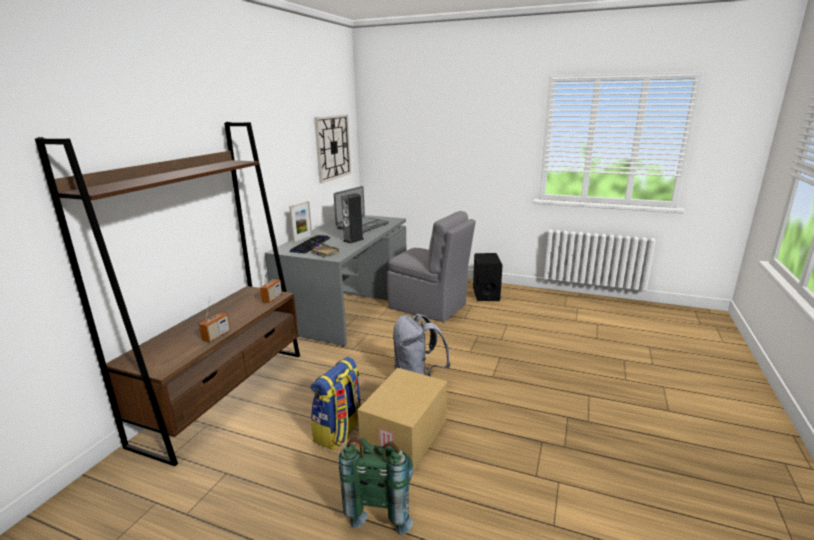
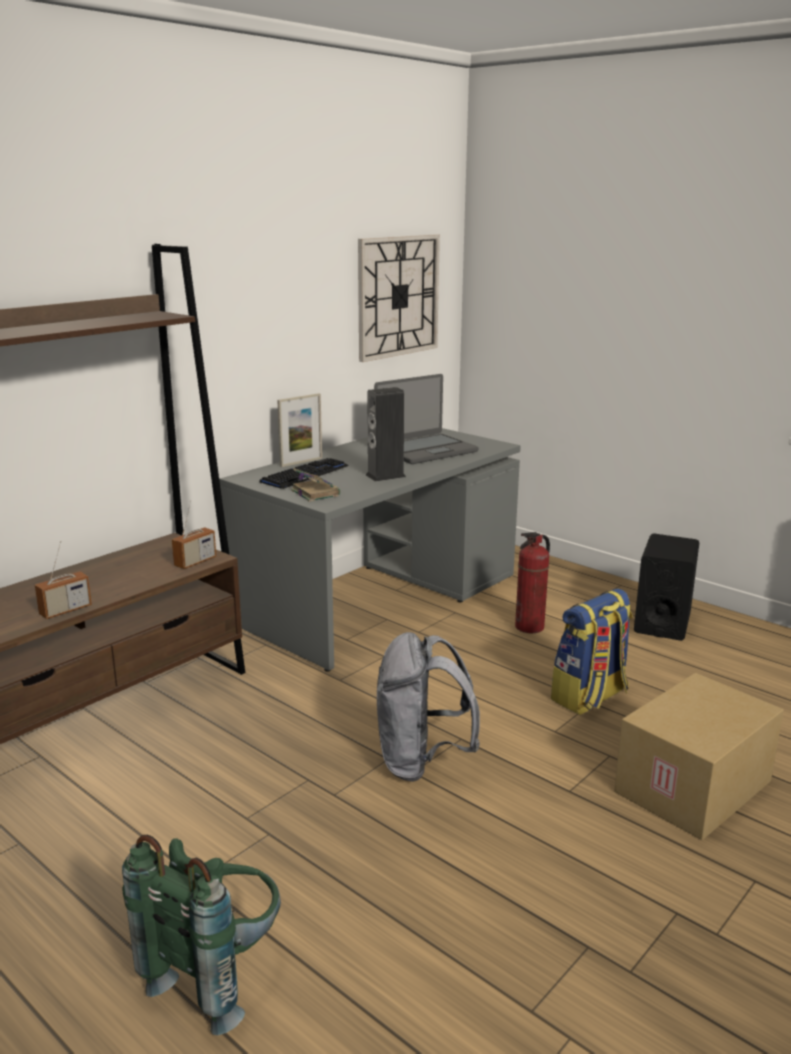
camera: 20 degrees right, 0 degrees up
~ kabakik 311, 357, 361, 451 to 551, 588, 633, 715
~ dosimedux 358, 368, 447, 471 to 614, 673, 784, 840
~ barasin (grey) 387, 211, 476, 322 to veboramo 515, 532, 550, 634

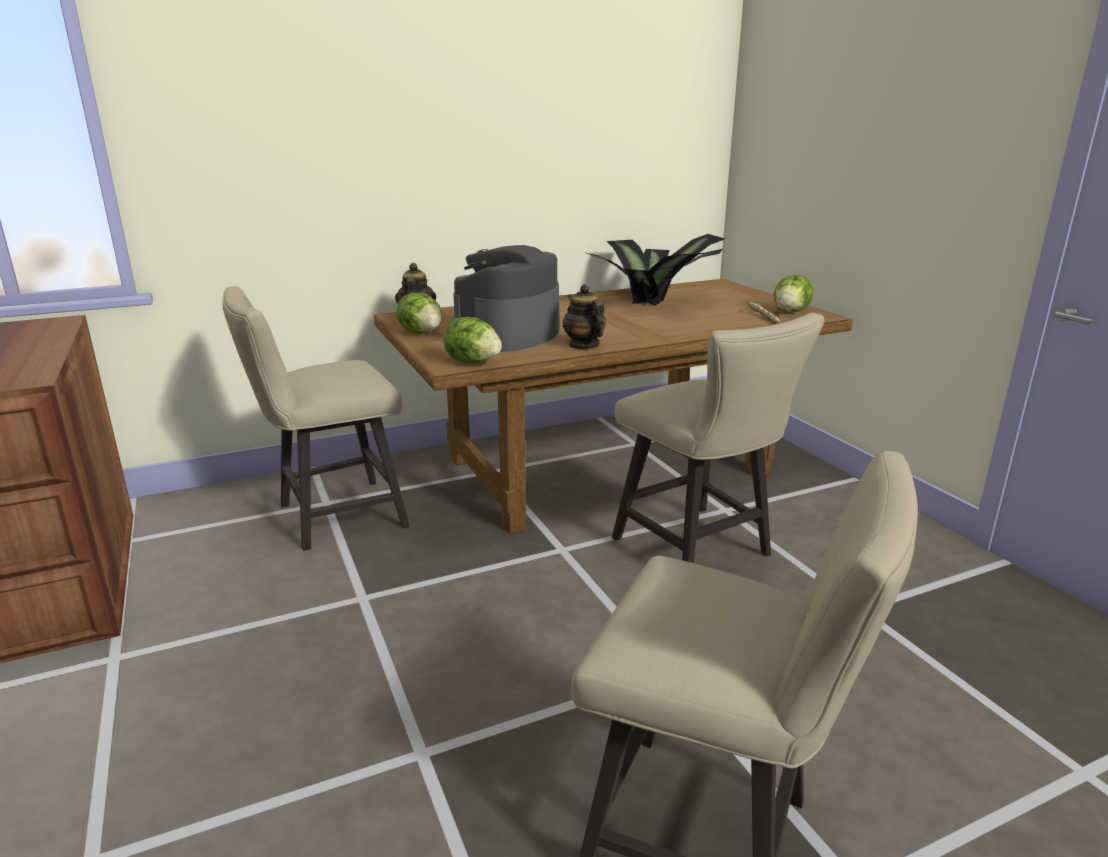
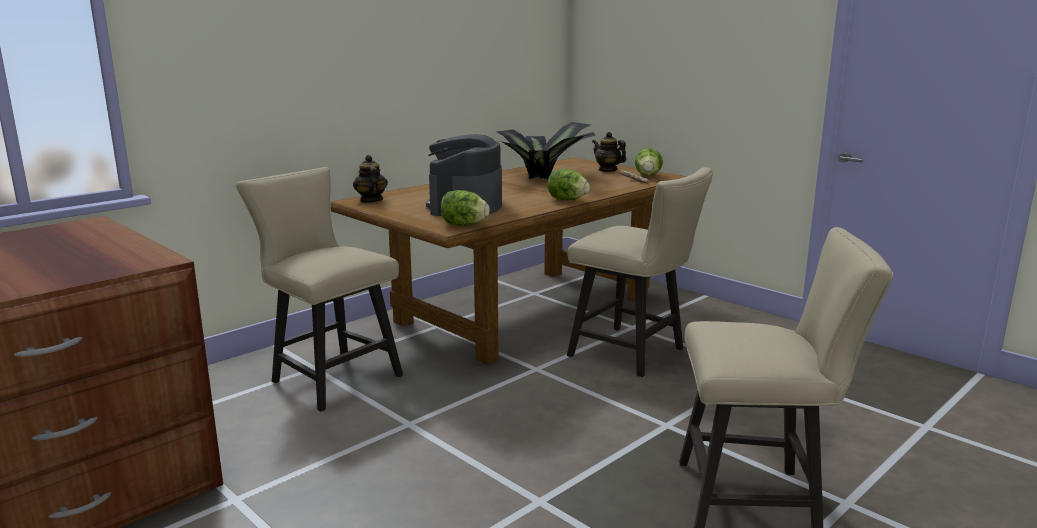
camera: 20 degrees left, 5 degrees down
~ barasin (beige) 222, 286, 410, 551 = 236, 167, 403, 411 90 degrees clockwise
~ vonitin 397, 293, 442, 334 to 548, 169, 590, 200
~ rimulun 563, 284, 606, 349 to 592, 132, 626, 172

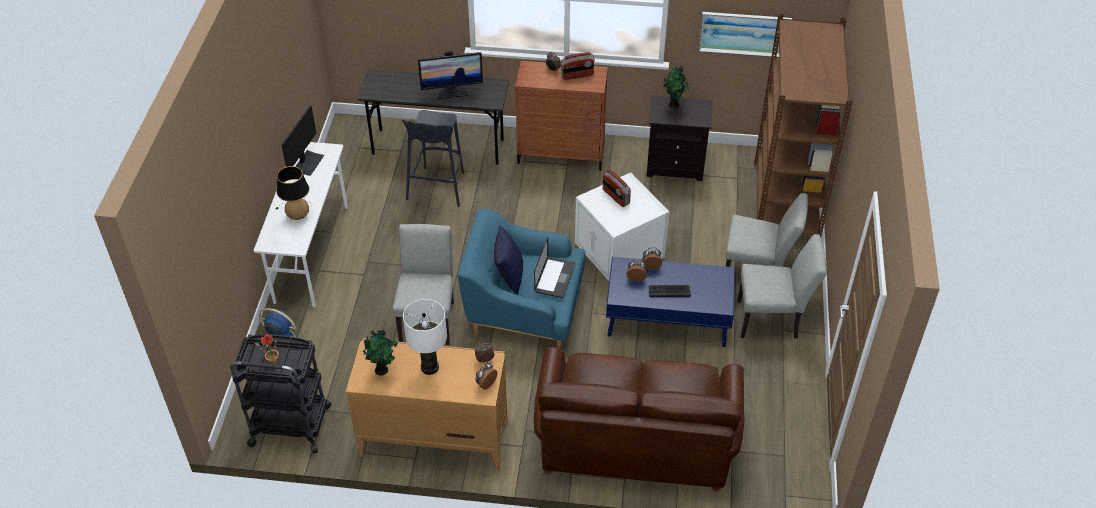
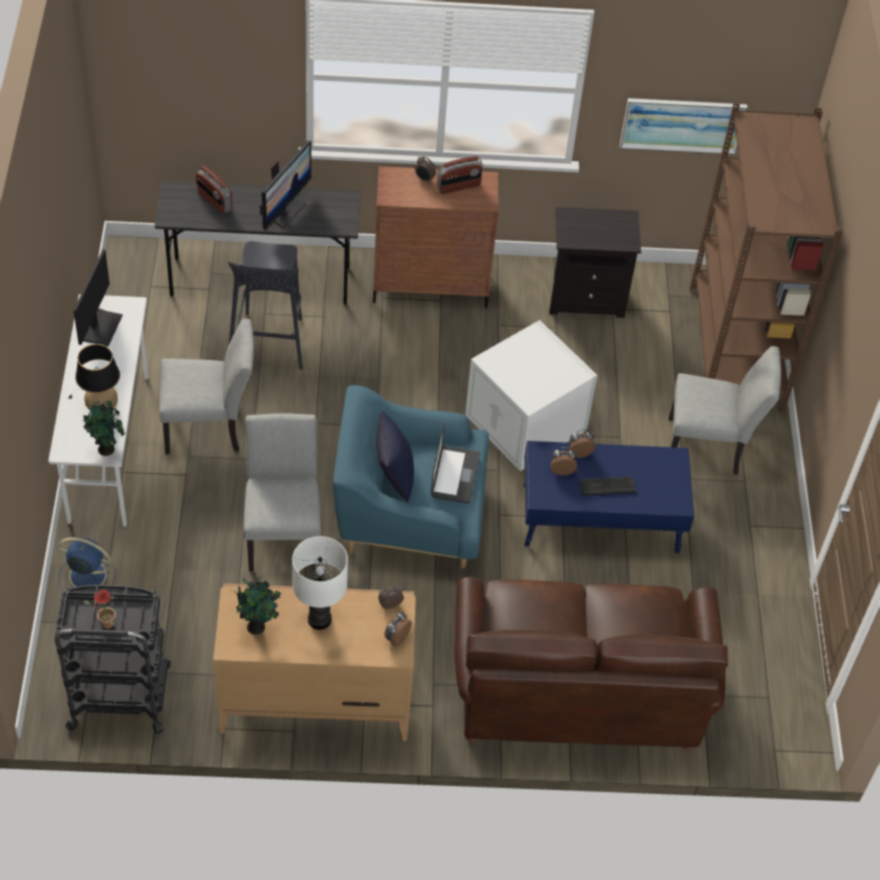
camera: 10 degrees left, 5 degrees up
~ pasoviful 418, 51, 483, 99 = 260, 140, 311, 230 45 degrees counterclockwise
~ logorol 603, 169, 631, 207 to 196, 166, 232, 214
~ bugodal 663, 66, 691, 109 to 83, 401, 125, 456
~ barasin (grey) 737, 234, 826, 339 to 159, 319, 254, 454

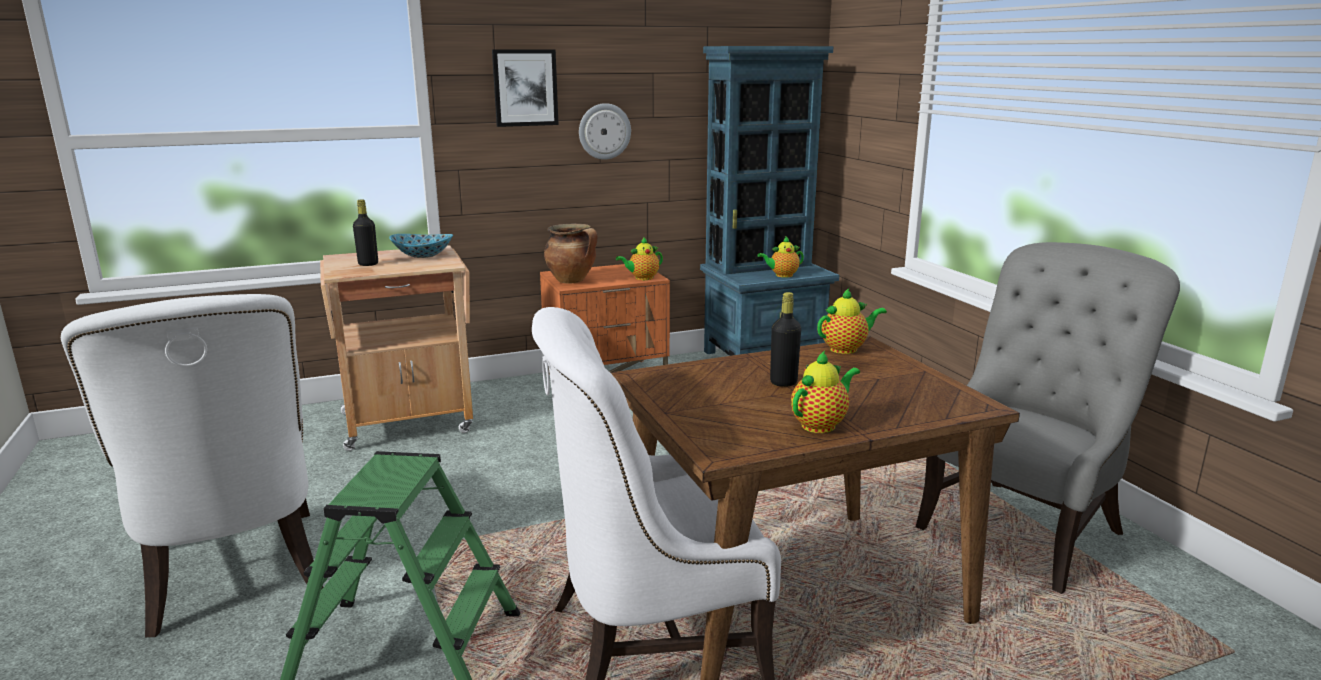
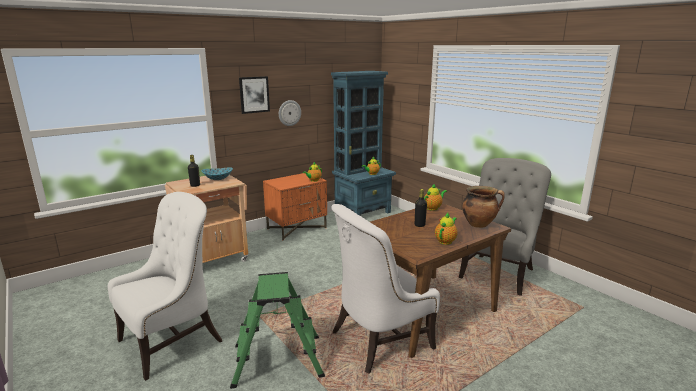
camera: 15 degrees left, 0 degrees up
~ barasin (white) 61, 294, 323, 637 = 108, 192, 222, 381 90 degrees counterclockwise
~ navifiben 544, 224, 597, 283 to 462, 186, 505, 228

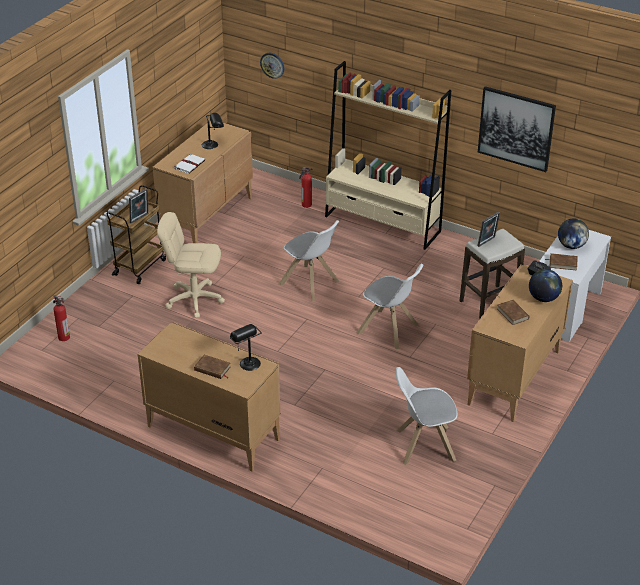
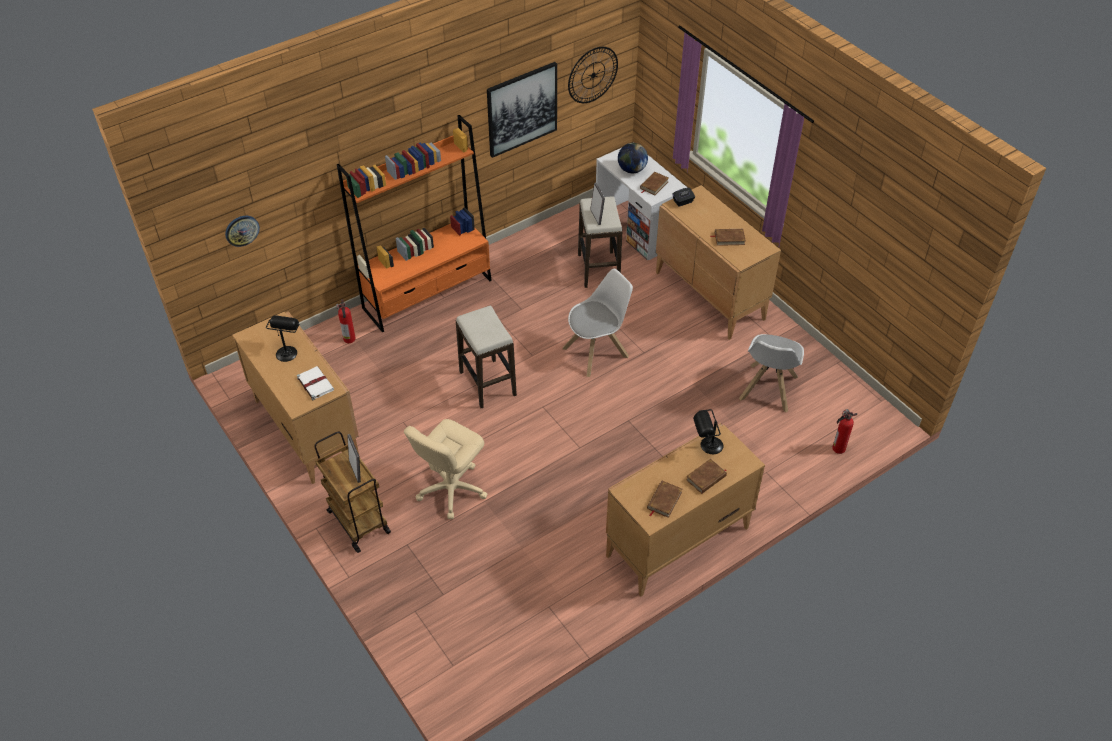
camera: 65 degrees left, 10 degrees up
~ veboramo 53, 295, 70, 341 to 832, 409, 857, 454
~ barasin 279, 220, 339, 301 to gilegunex 456, 306, 517, 408
~ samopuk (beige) 325, 61, 451, 250 to samopuk (orange) 337, 115, 492, 333
- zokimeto 529, 269, 562, 302
+ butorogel 568, 47, 618, 103
+ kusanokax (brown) 647, 481, 682, 518

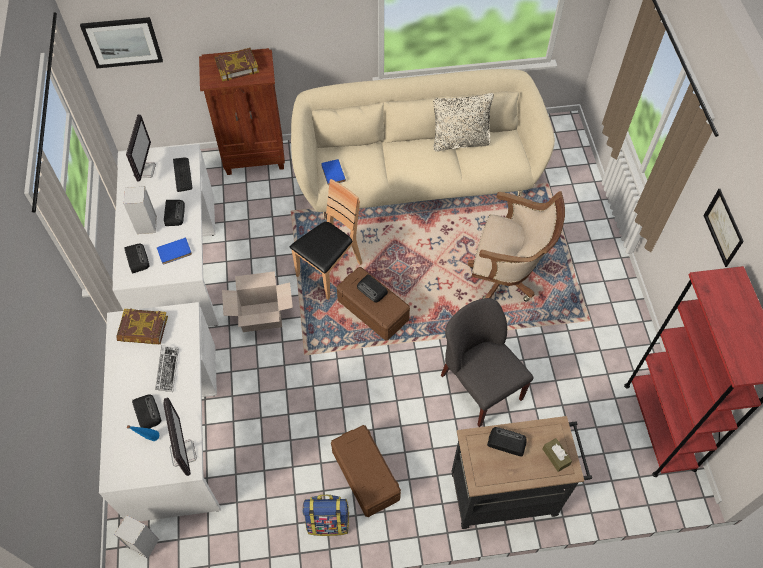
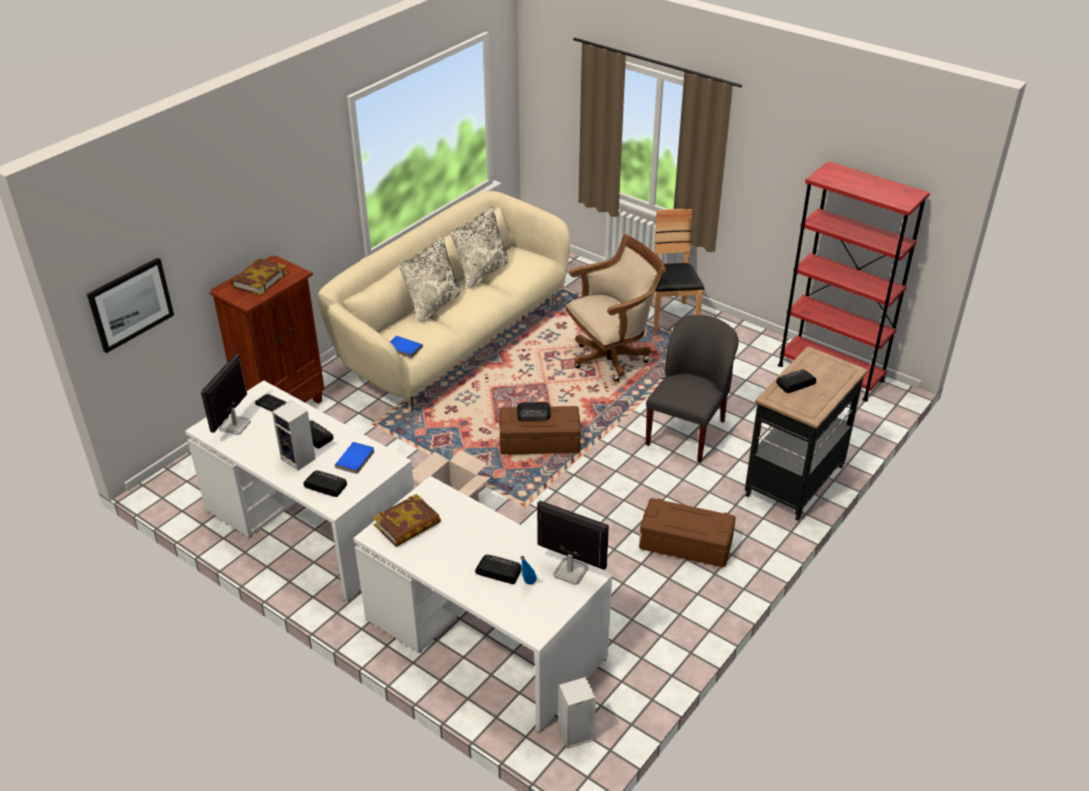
camera: 45 degrees left, 20 degrees down
~ pasoviful 126, 114, 156, 181 = 201, 354, 251, 435 120 degrees counterclockwise
- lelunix 155, 345, 179, 392
~ barasin (brown) 290, 179, 362, 300 to 650, 209, 705, 336
- kabakik 302, 495, 349, 536
~ barasin (grey) 441, 298, 533, 427 = 646, 315, 739, 463 105 degrees clockwise
- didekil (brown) 542, 438, 572, 472
- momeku 703, 189, 744, 267
+ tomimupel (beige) 399, 237, 461, 323

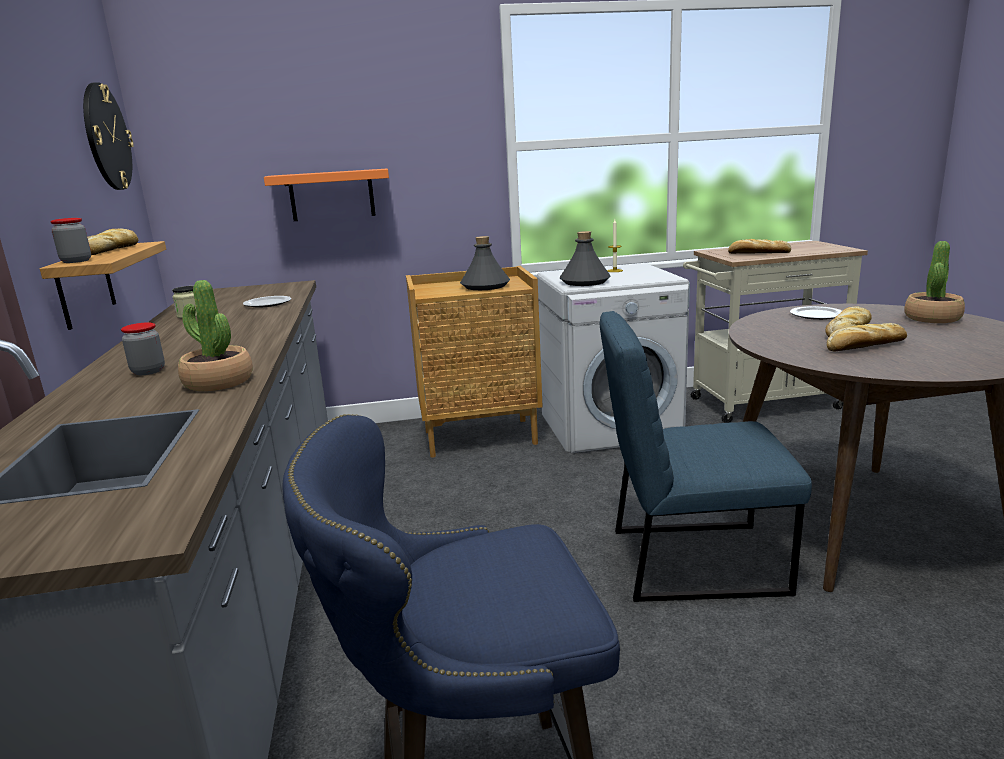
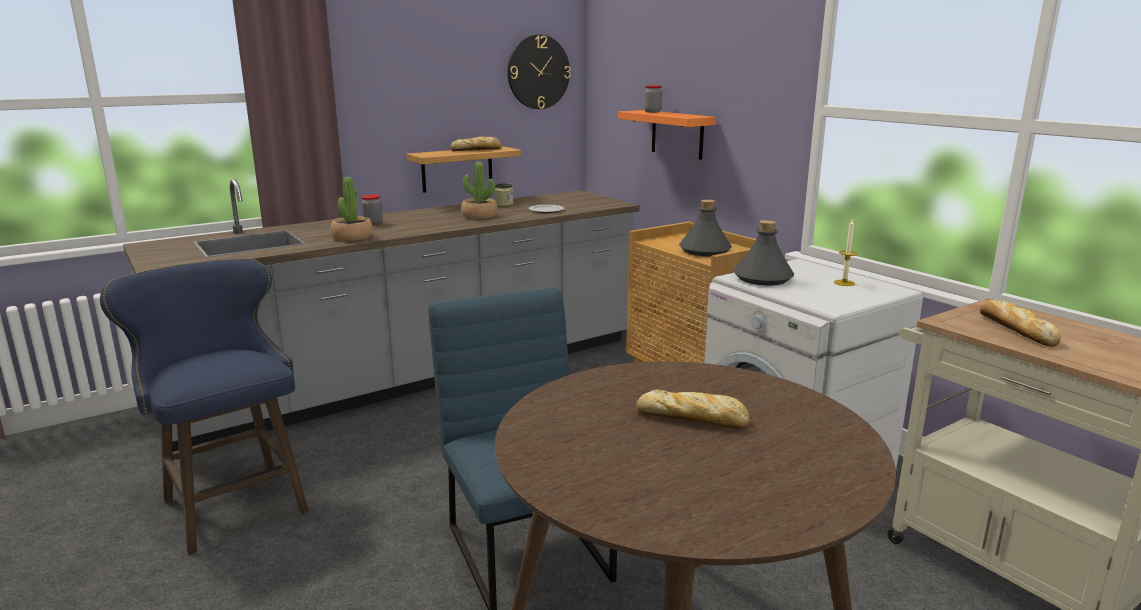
camera: 65 degrees right, 0 degrees up
~ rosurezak 50, 218, 91, 263 to 644, 85, 662, 113
- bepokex 790, 306, 842, 320
- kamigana 827, 323, 907, 351
~ bugodal 904, 241, 965, 323 to 461, 162, 498, 219

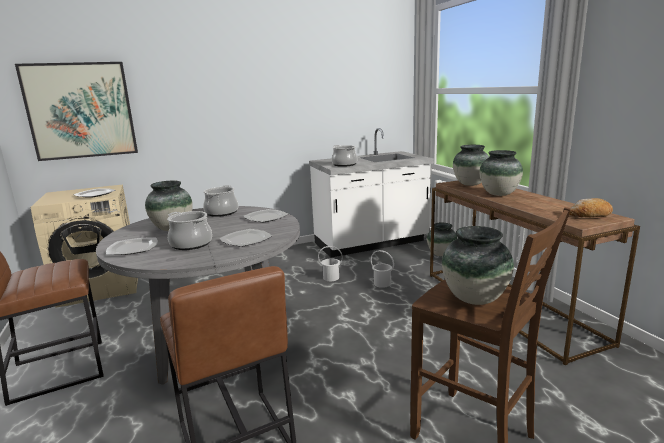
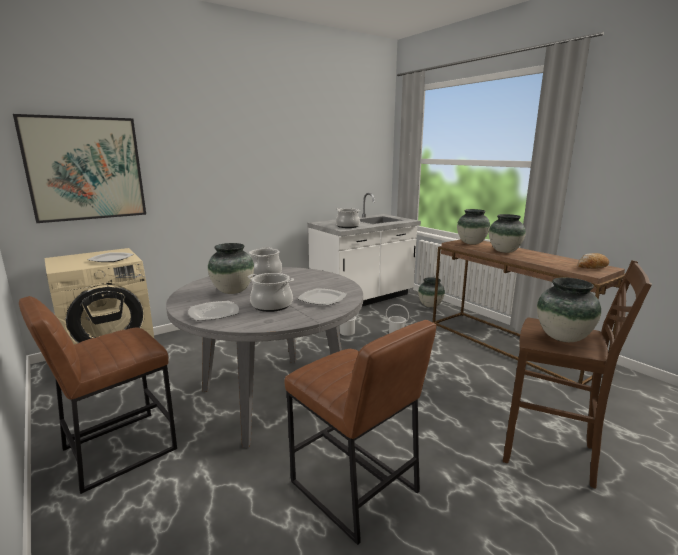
camera: 15 degrees left, 0 degrees up
- bepokex 243, 209, 288, 222

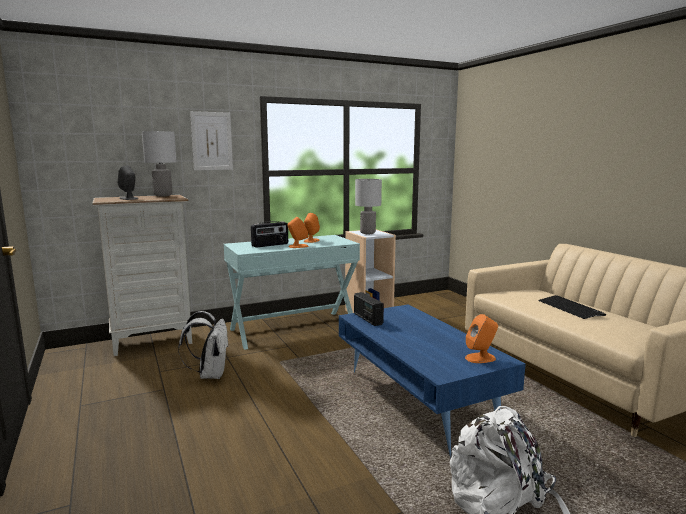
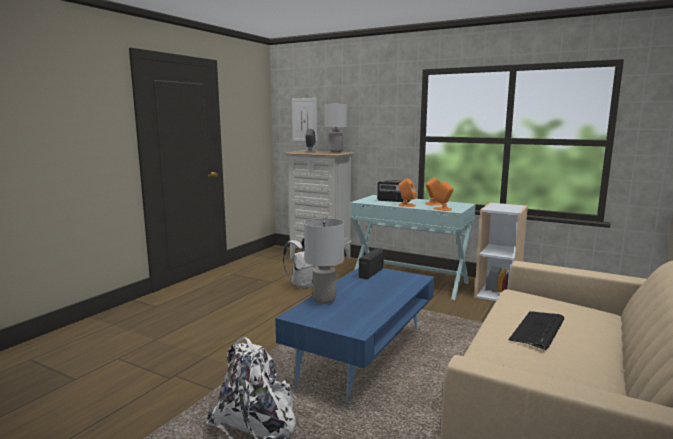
camera: 55 degrees right, 0 degrees up
~ momeku 190, 111, 233, 170 to 292, 98, 317, 142
~ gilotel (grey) 355, 179, 382, 234 to 304, 218, 344, 304
~ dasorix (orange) 465, 314, 498, 363 to 433, 181, 454, 211

